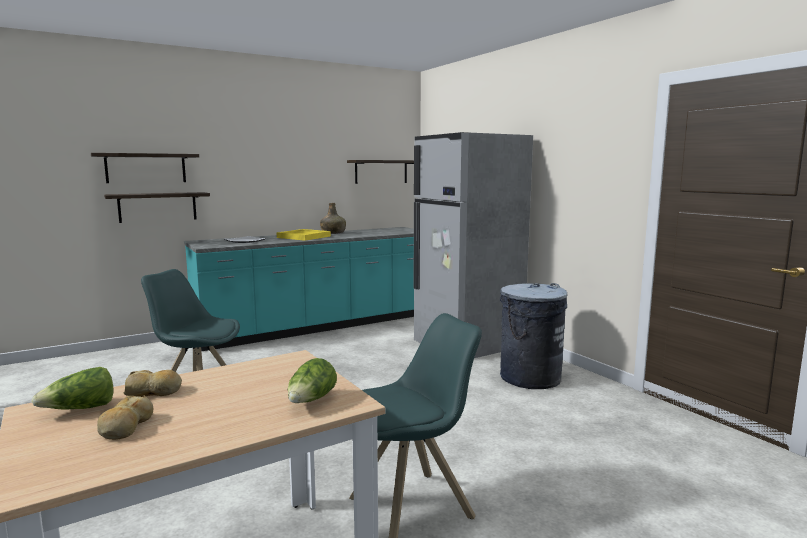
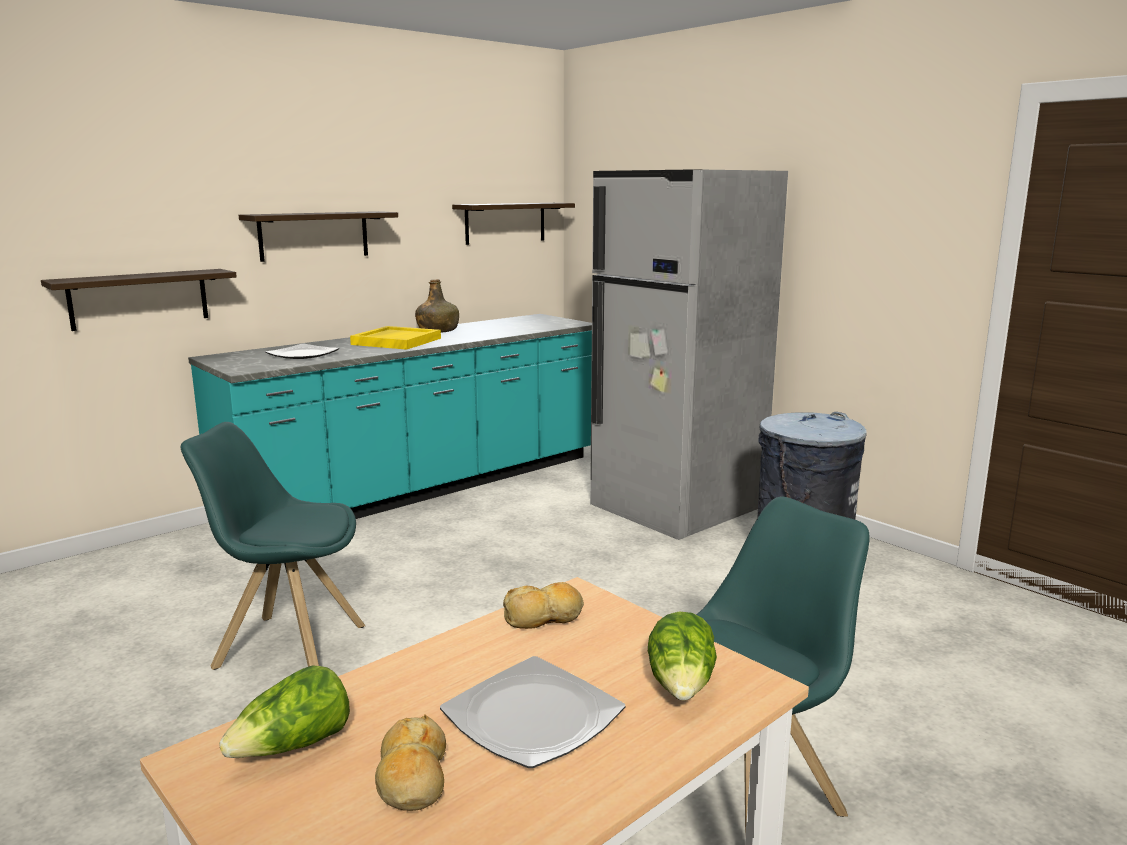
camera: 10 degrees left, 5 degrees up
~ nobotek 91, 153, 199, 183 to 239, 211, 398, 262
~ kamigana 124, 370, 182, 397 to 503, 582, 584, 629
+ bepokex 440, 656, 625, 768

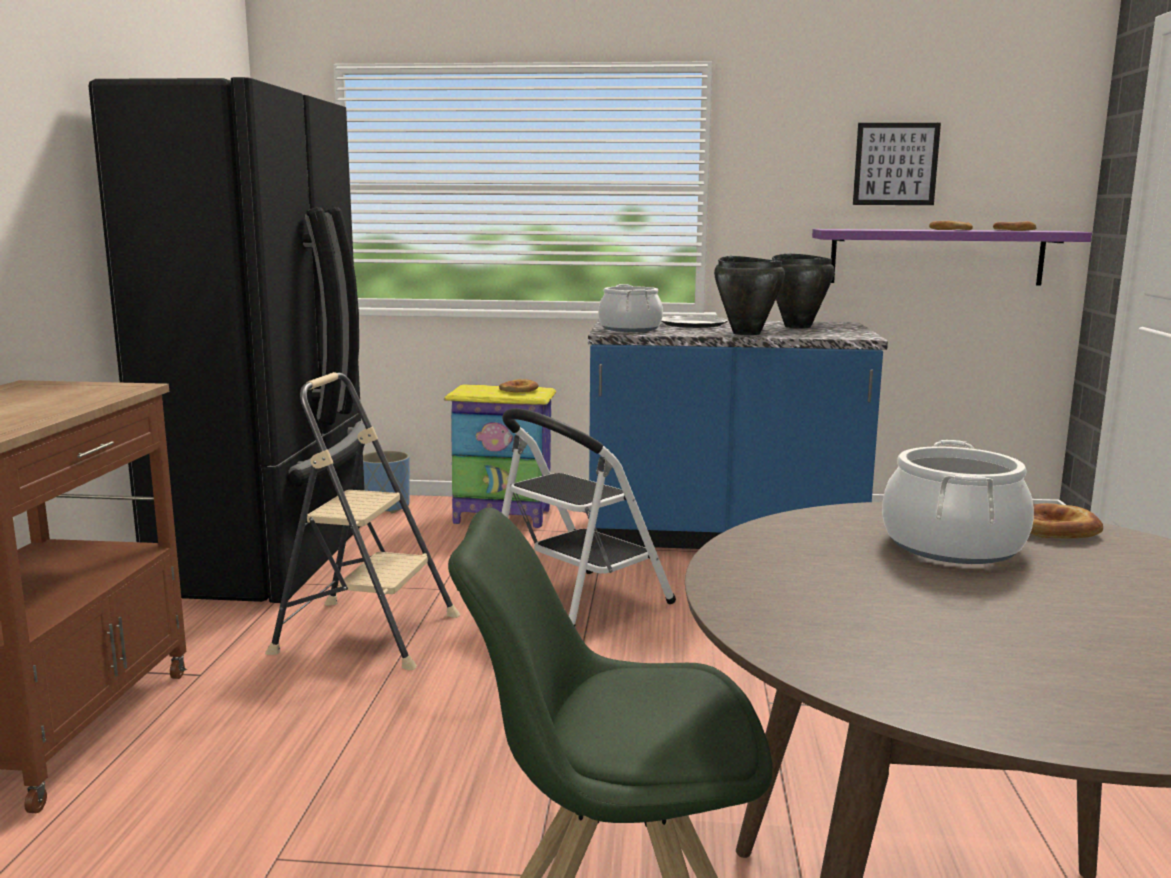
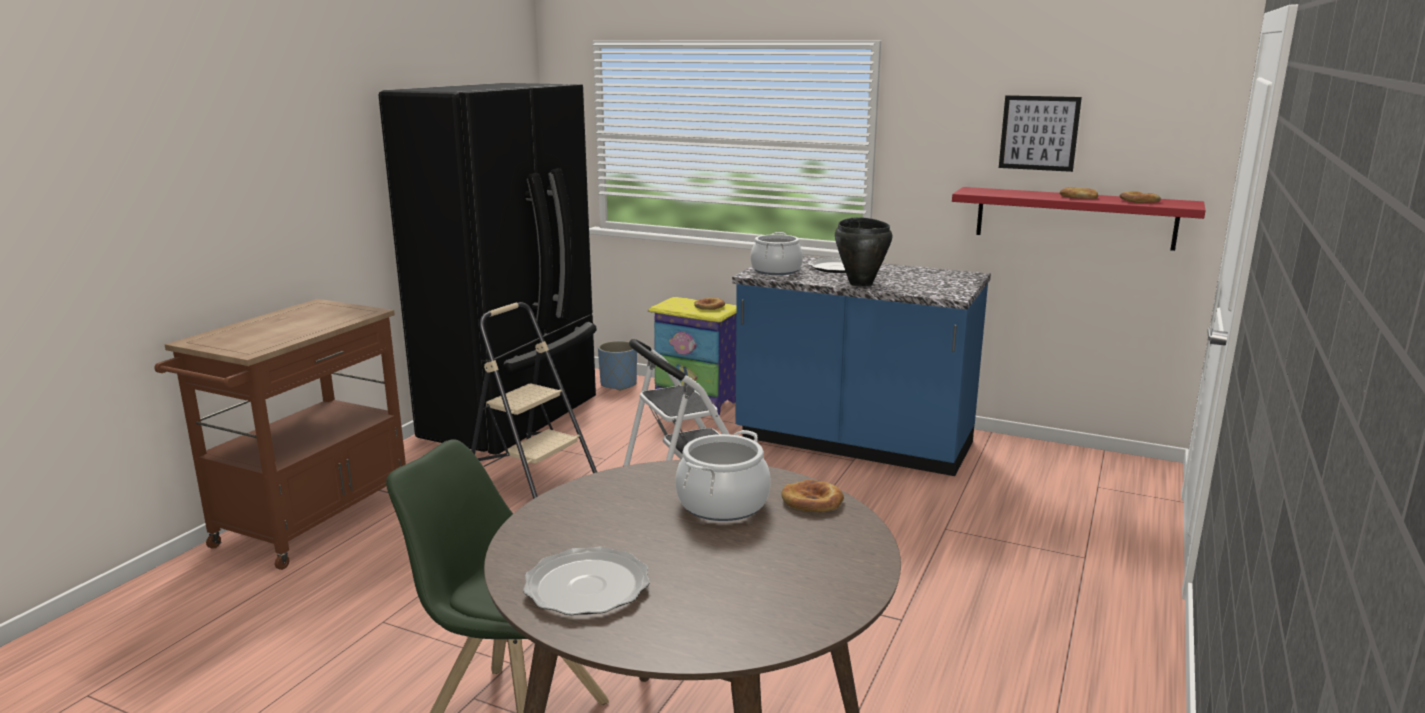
camera: 20 degrees right, 5 degrees up
- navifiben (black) 772, 253, 835, 328
~ nobotek (purple) 812, 229, 1092, 286 to nobotek (red) 952, 187, 1206, 251
+ bepokex 523, 547, 650, 615

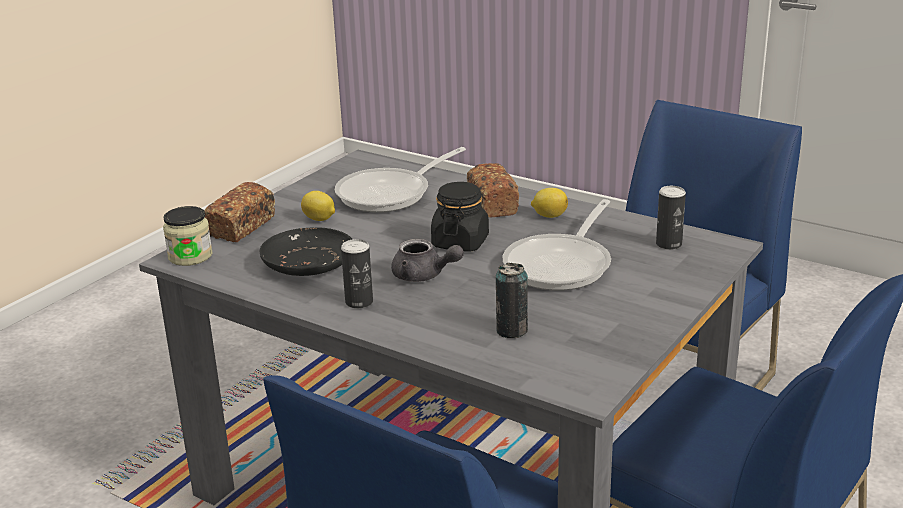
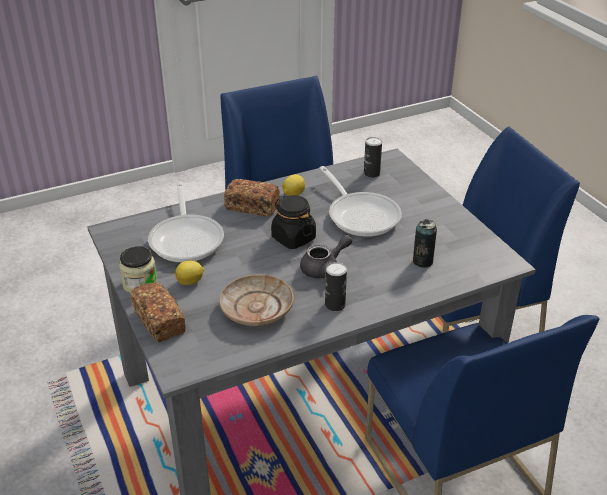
camera: 60 degrees left, 10 degrees up
~ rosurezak 163, 206, 213, 266 to 119, 246, 157, 293
~ bepokex (black) 260, 227, 353, 276 to bepokex (beige) 219, 274, 294, 326

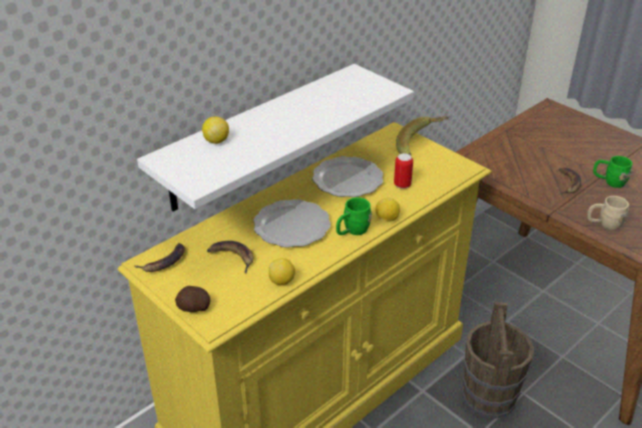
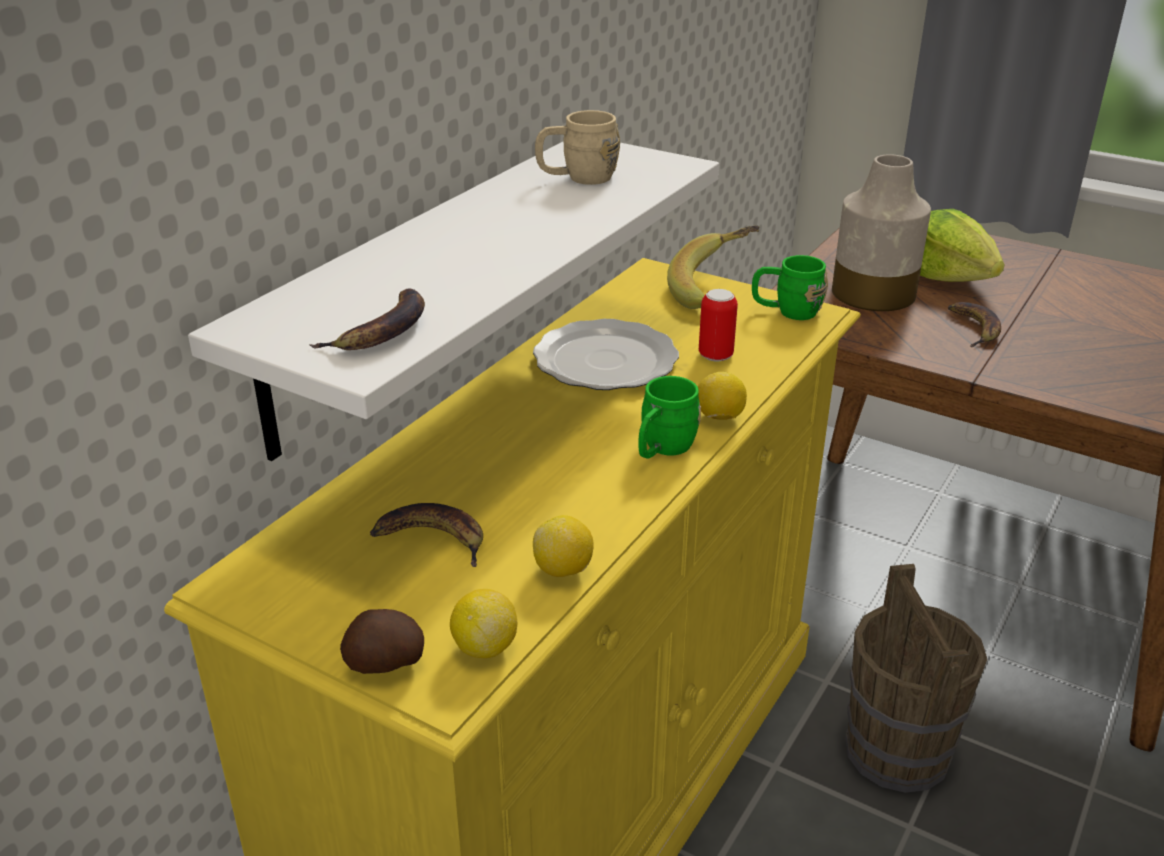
camera: 15 degrees left, 5 degrees down
~ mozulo 135, 243, 185, 272 to 310, 288, 425, 350
~ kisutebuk 202, 116, 229, 144 to 450, 589, 517, 658
- bepokex 253, 199, 331, 248
~ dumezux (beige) 587, 196, 629, 230 to 535, 110, 620, 185
~ dumezux (green) 593, 156, 633, 188 to 752, 255, 828, 320
+ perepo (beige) 832, 154, 931, 311
+ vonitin 920, 209, 1005, 282

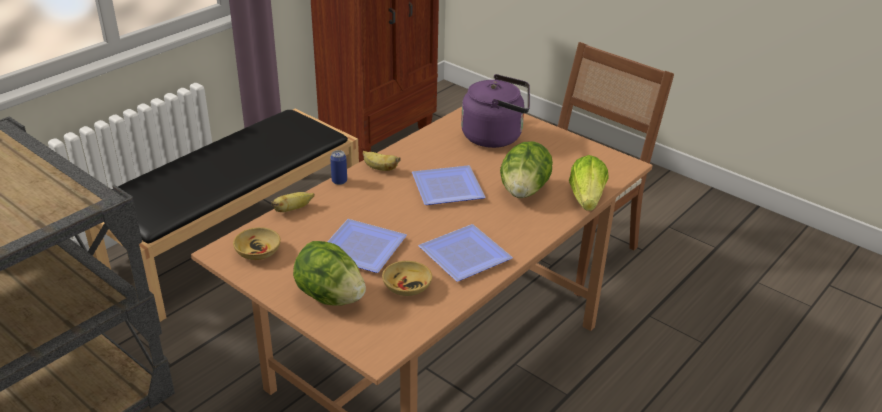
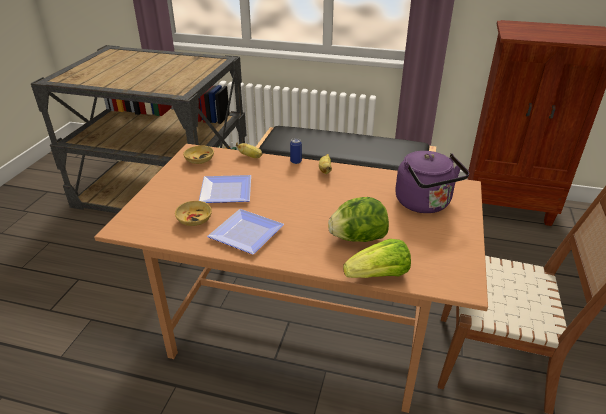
camera: 65 degrees right, 0 degrees up
- vonitin 293, 241, 366, 306
- bepokex 412, 165, 485, 205

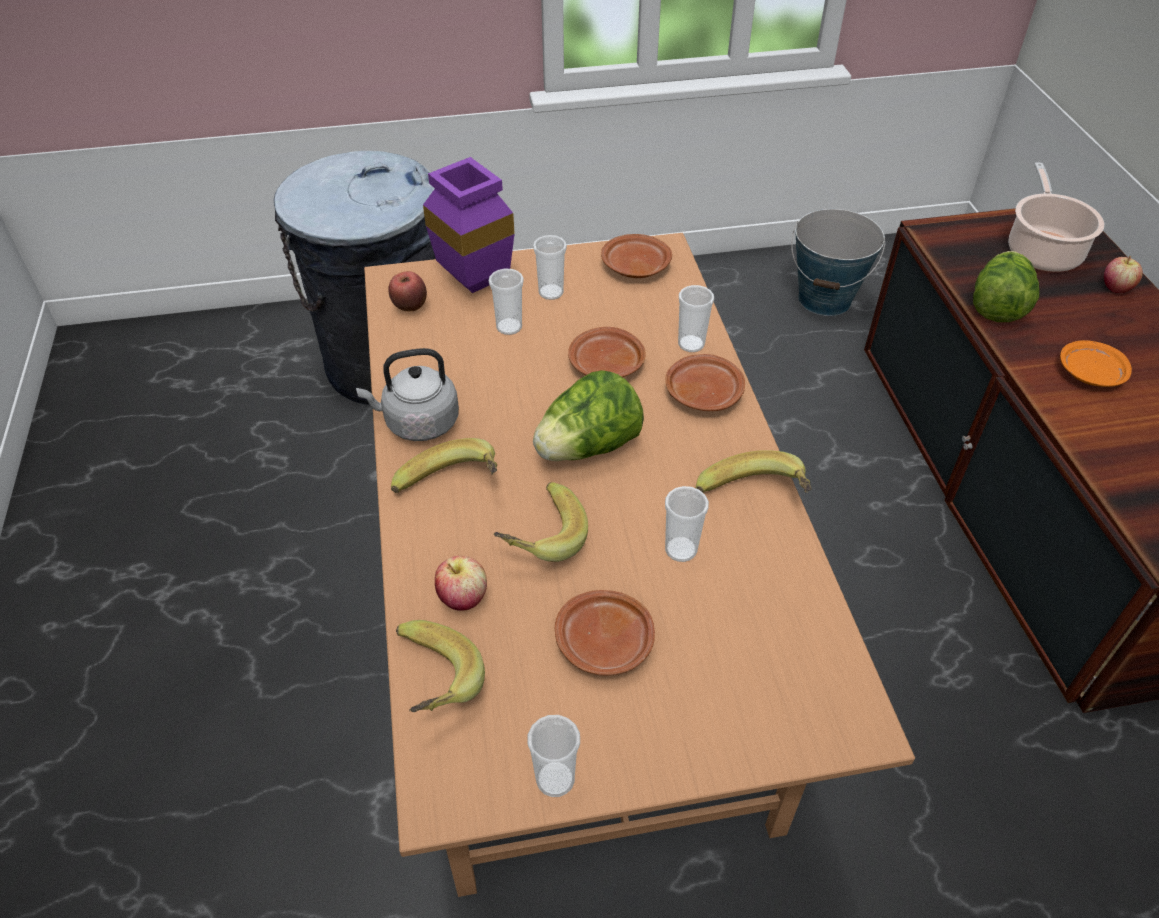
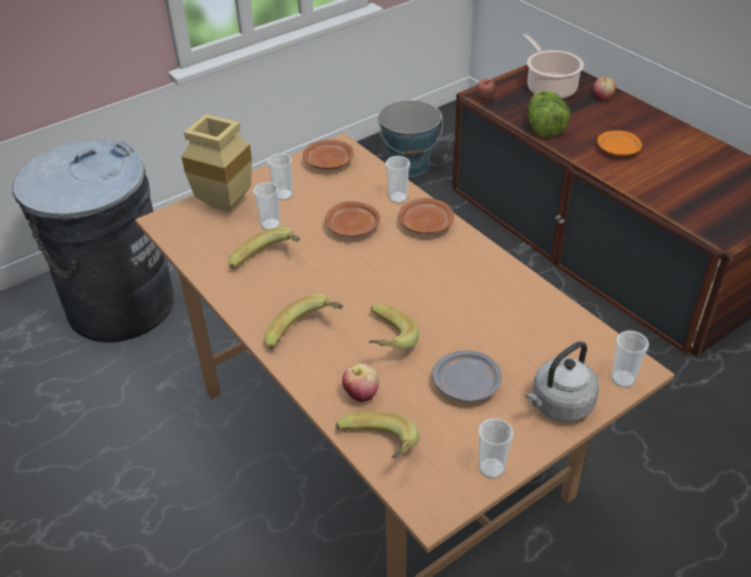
camera: 25 degrees left, 5 degrees down
~ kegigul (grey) 356, 348, 459, 441 to 526, 341, 599, 422
~ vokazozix 388, 271, 427, 311 to 476, 79, 496, 102
~ perepo (purple) 423, 157, 515, 293 to perepo (beige) 182, 114, 252, 212
- vonitin 533, 370, 644, 461
~ bepokex (brown) 555, 590, 655, 676 to bepokex (grey) 432, 350, 502, 401
~ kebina 665, 486, 709, 562 to 611, 331, 649, 388
~ mozulo 696, 450, 812, 493 to 229, 227, 300, 269

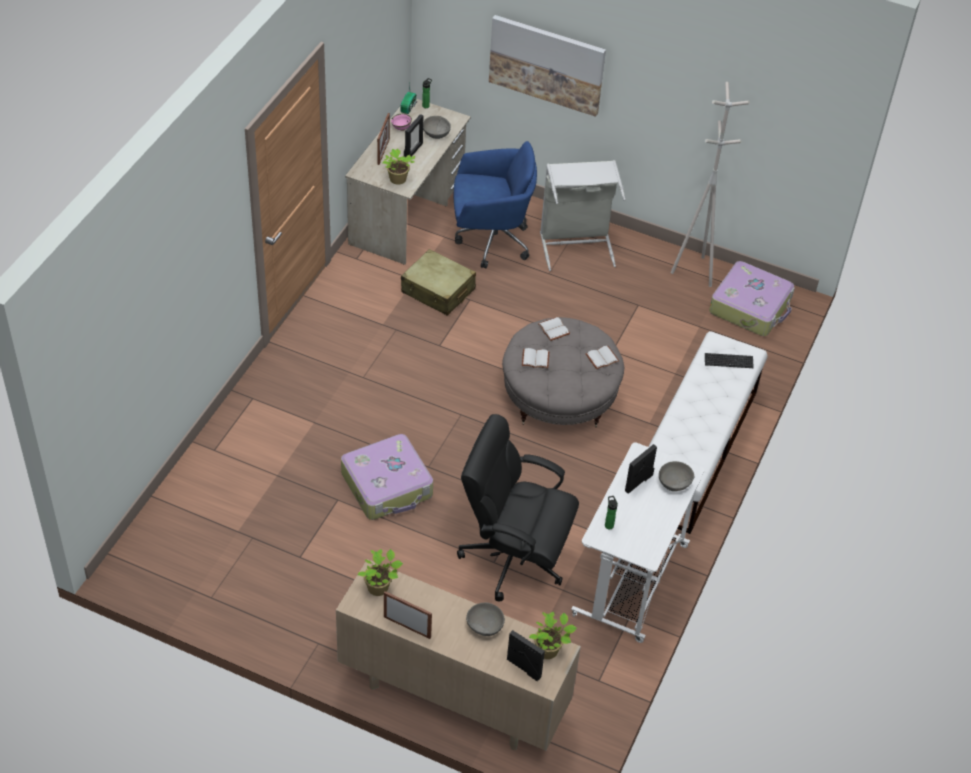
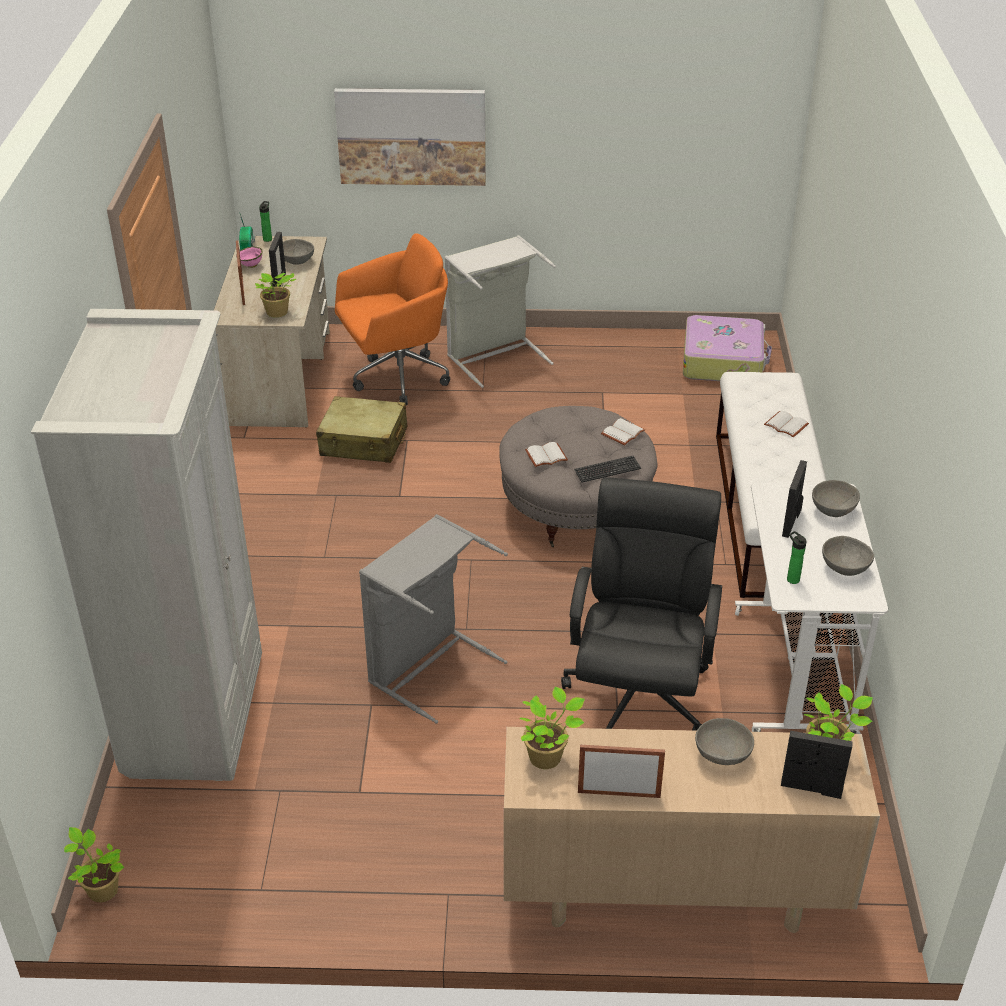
camera: 20 degrees left, 10 degrees down
~ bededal 341, 434, 433, 520 to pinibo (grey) 359, 514, 508, 724
~ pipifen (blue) 454, 141, 537, 268 to pipifen (orange) 335, 233, 450, 405
~ pipifen (black) 457, 414, 579, 601 = 561, 477, 722, 731 105 degrees clockwise
~ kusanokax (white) 538, 317, 570, 341 to 764, 411, 809, 437
- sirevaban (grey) 671, 82, 750, 287
~ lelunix 705, 353, 754, 368 to 574, 456, 641, 483
+ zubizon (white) 31, 309, 262, 781
+ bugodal 64, 827, 124, 902
+ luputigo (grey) 822, 536, 874, 576

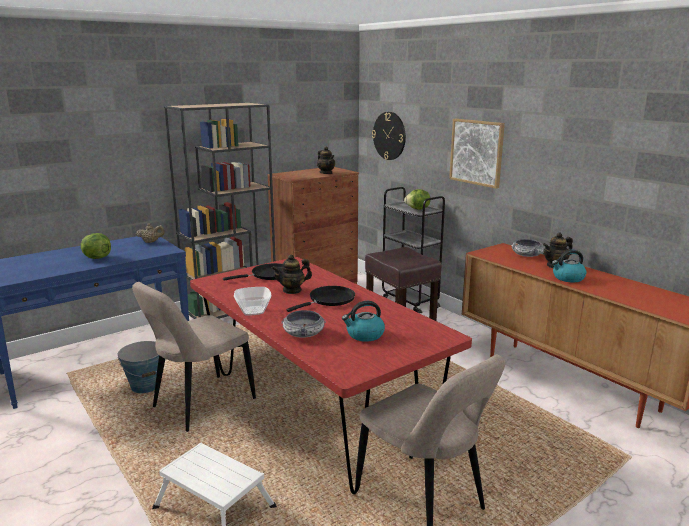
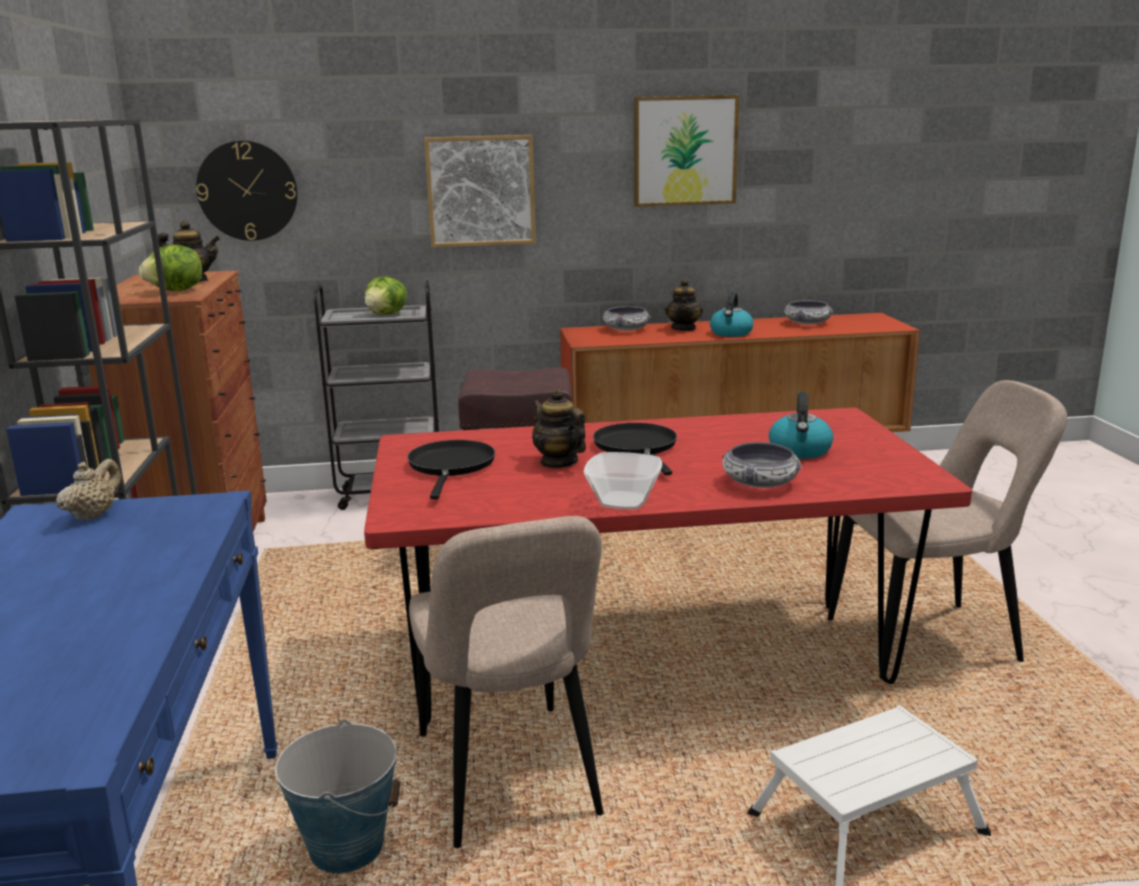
camera: 60 degrees left, 0 degrees up
~ vonitin 81, 233, 111, 259 to 139, 245, 202, 291
~ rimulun 271, 254, 312, 294 = 532, 389, 586, 469 135 degrees clockwise
+ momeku 634, 95, 739, 207
+ luputigo 784, 300, 833, 324

